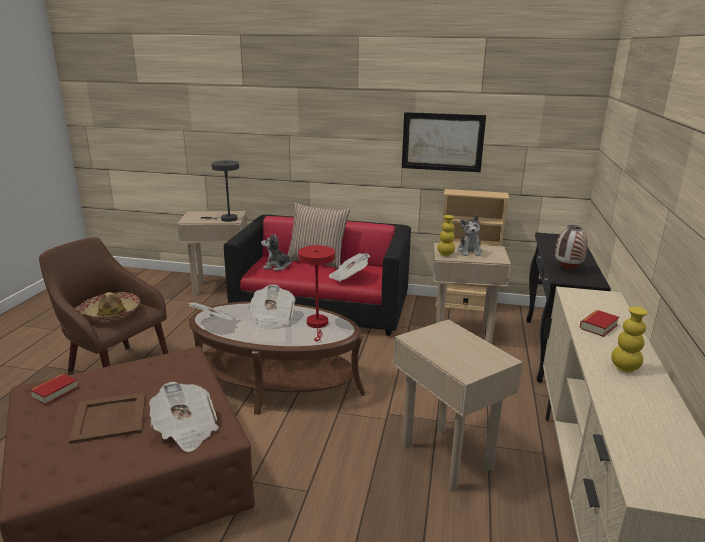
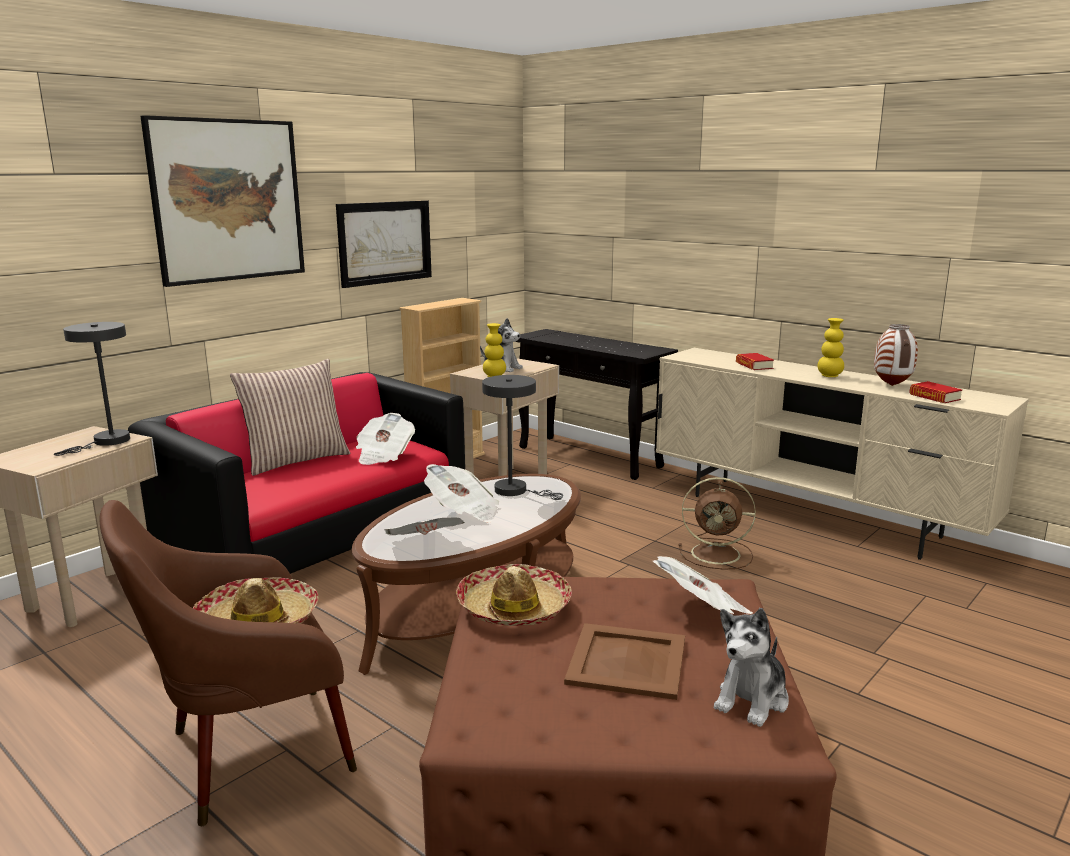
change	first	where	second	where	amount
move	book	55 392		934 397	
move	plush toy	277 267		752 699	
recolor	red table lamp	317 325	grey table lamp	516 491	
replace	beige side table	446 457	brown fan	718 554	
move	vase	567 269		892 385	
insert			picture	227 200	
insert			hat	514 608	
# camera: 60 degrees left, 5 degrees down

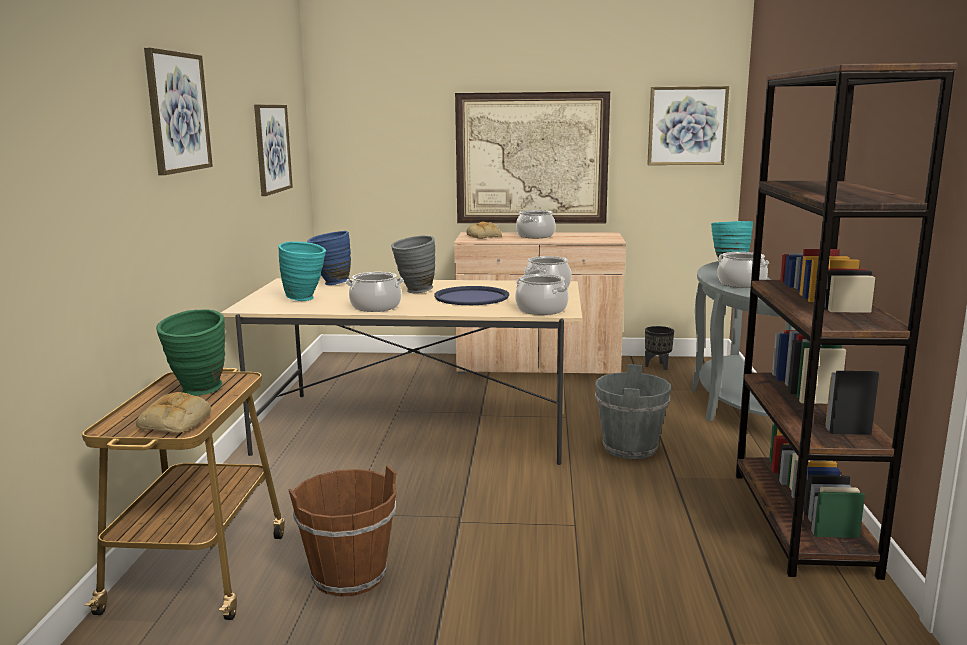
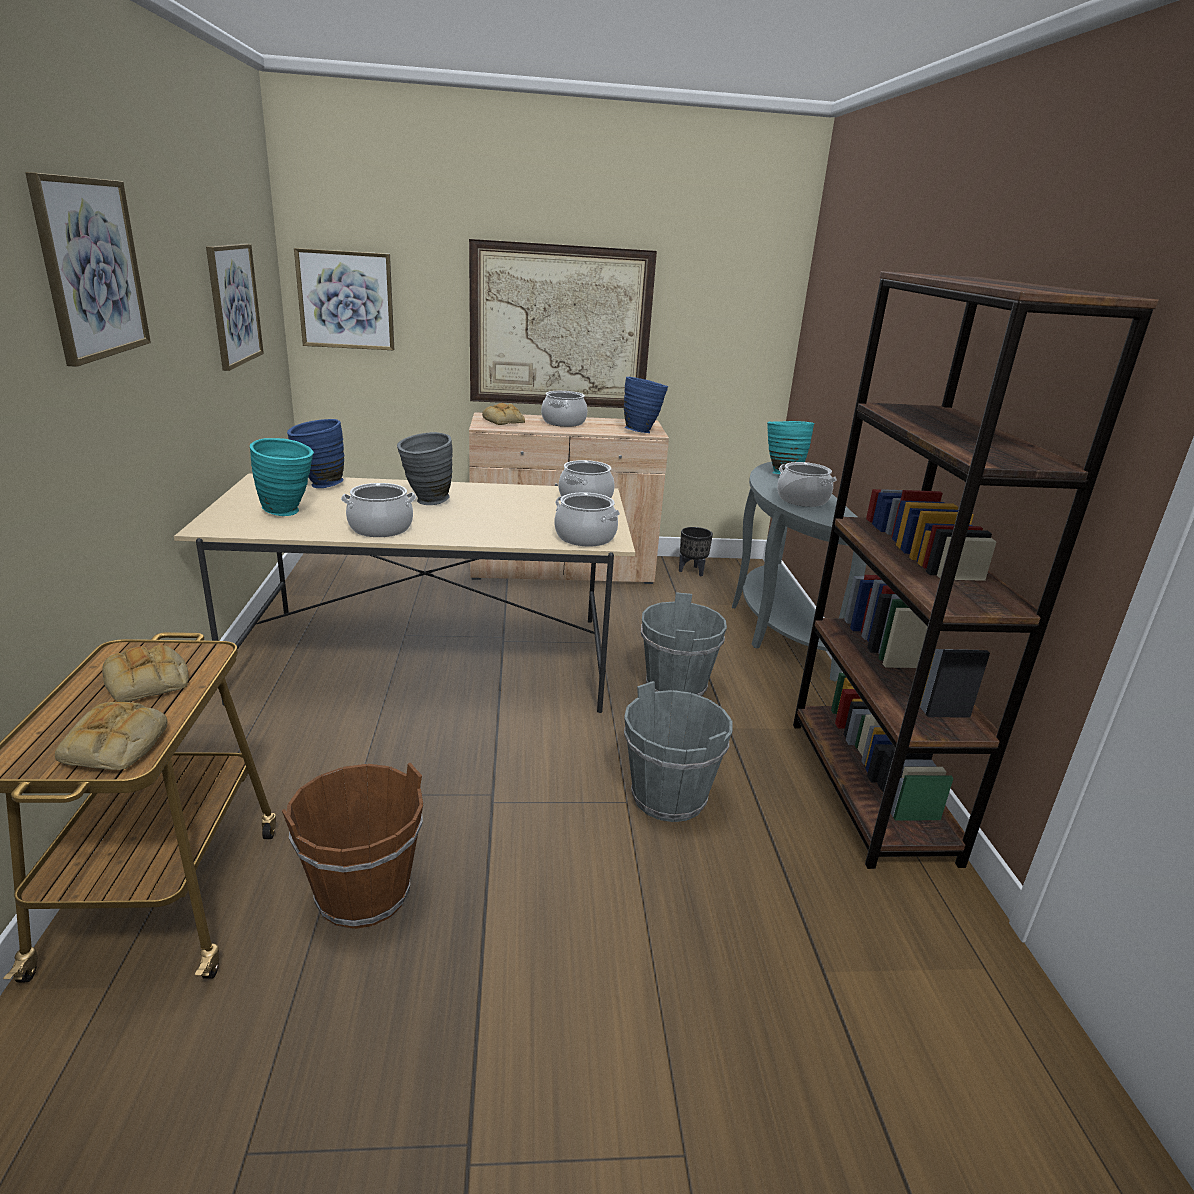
change	first	where	second	where	amount
replace	green vase	198 392	bread	148 682	
delete	blue tray	471 297			
move	picture	687 126		346 300	
insert			blue vase	642 431	
insert			grey bucket	668 798	
# camera: 10 degrees left, 10 degrees up

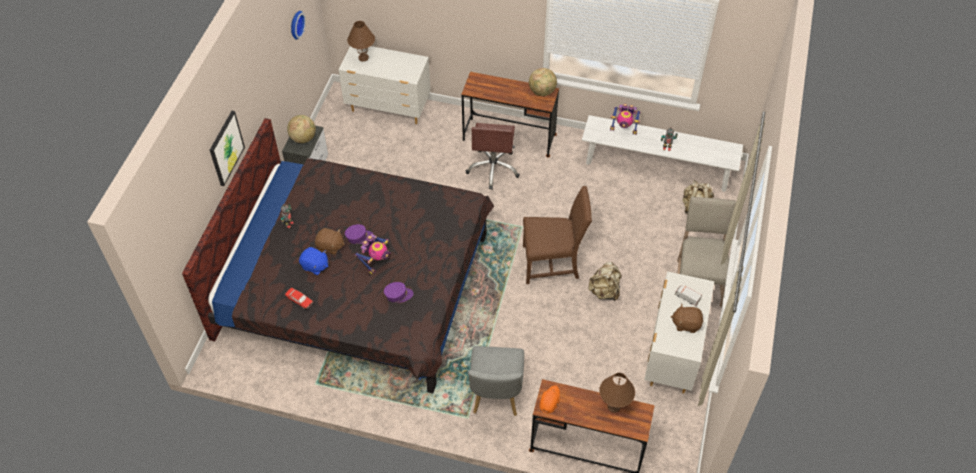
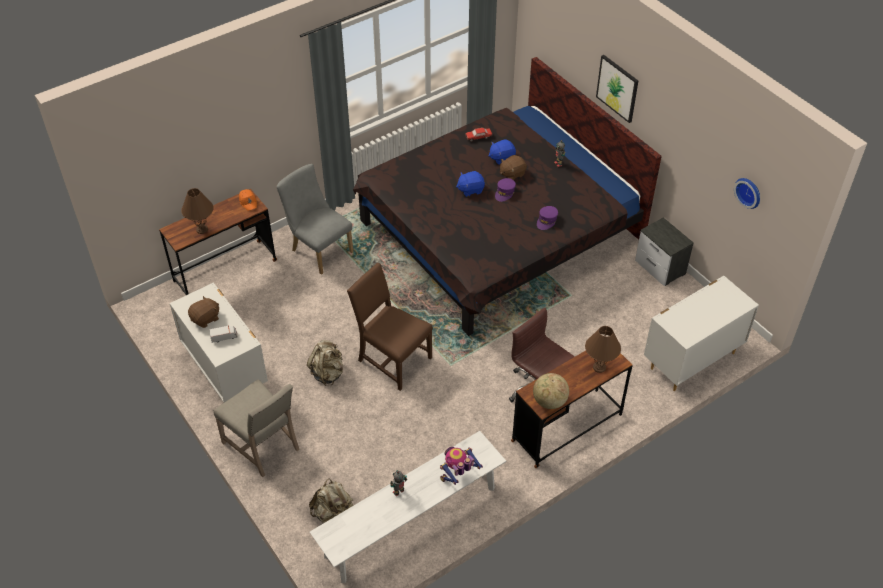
change	first	where	second	where	amount
delete	globe	303 138			
move	brown table lamp	363 57		599 367	
replace	toy robot	376 261	blue plush toy	470 189	
move	purple cap	398 295		546 221	
rotate	brown chair	552 263		392 359	90 degrees clockwise
# camera: 130 degrees right, 5 degrees down

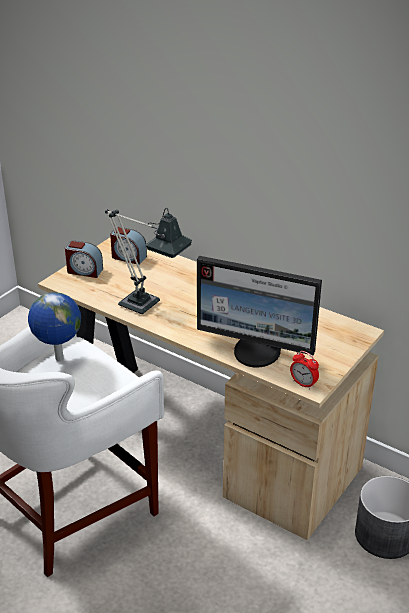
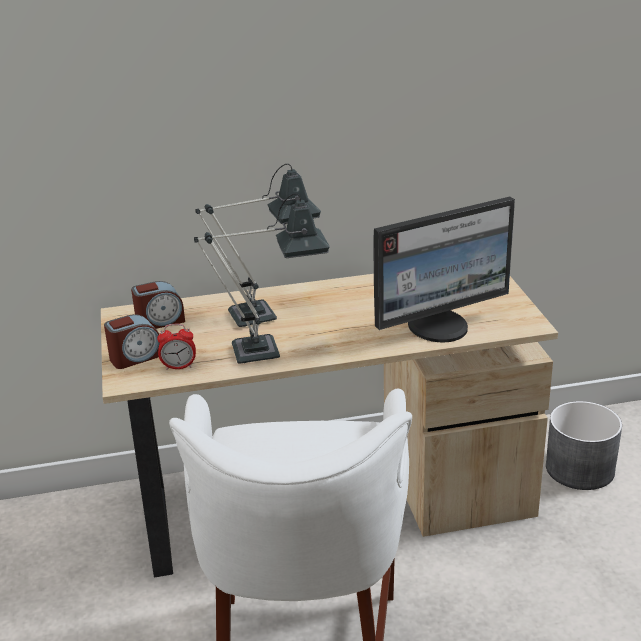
change	first	where	second	where	amount
delete	globe	58 359			
move	alarm clock	303 384		179 367	
insert			table lamp	264 314	
# camera: 45 degrees left, 5 degrees down

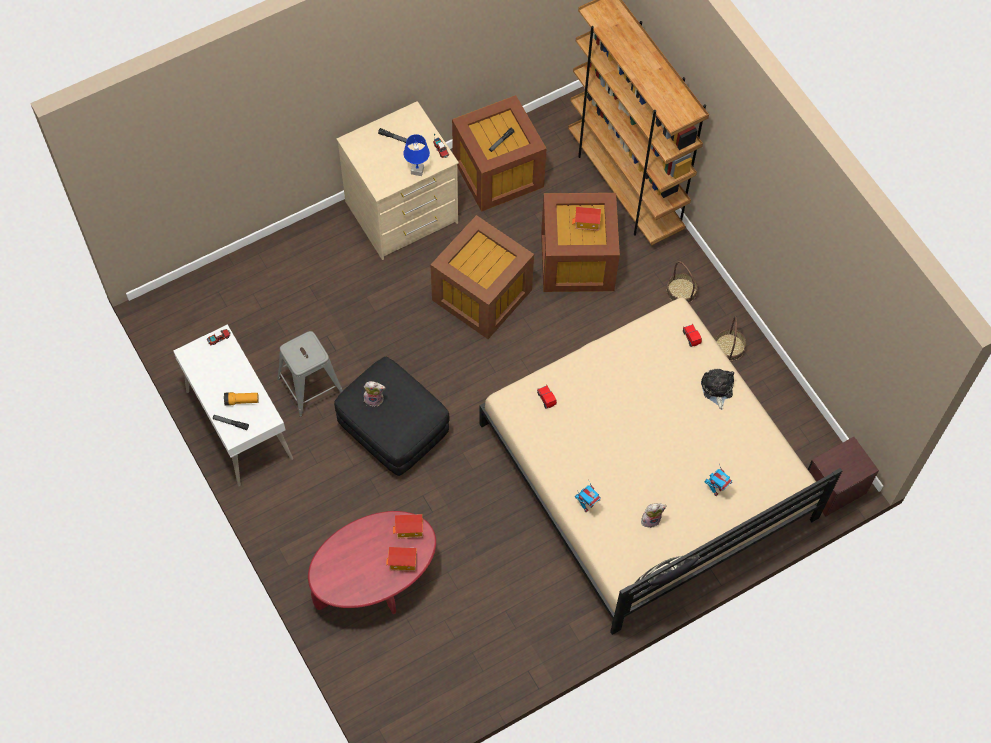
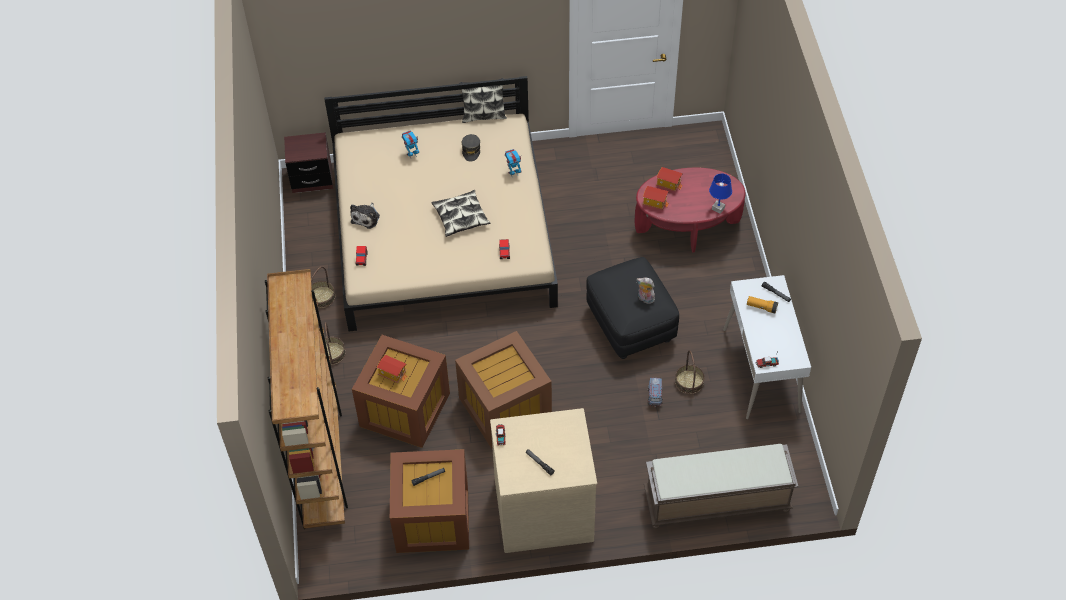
change	first	where	second	where	amount
replace	grey stool	310 386	basket	689 382	
move	blue table lamp	417 171		718 208	
replace	plush toy	651 519	grey cap	471 150	
insert			pillow	461 217	
insert			brown bench	716 502	
insert			toy truck	654 396	
# camera: 155 degrees left, 10 degrees down

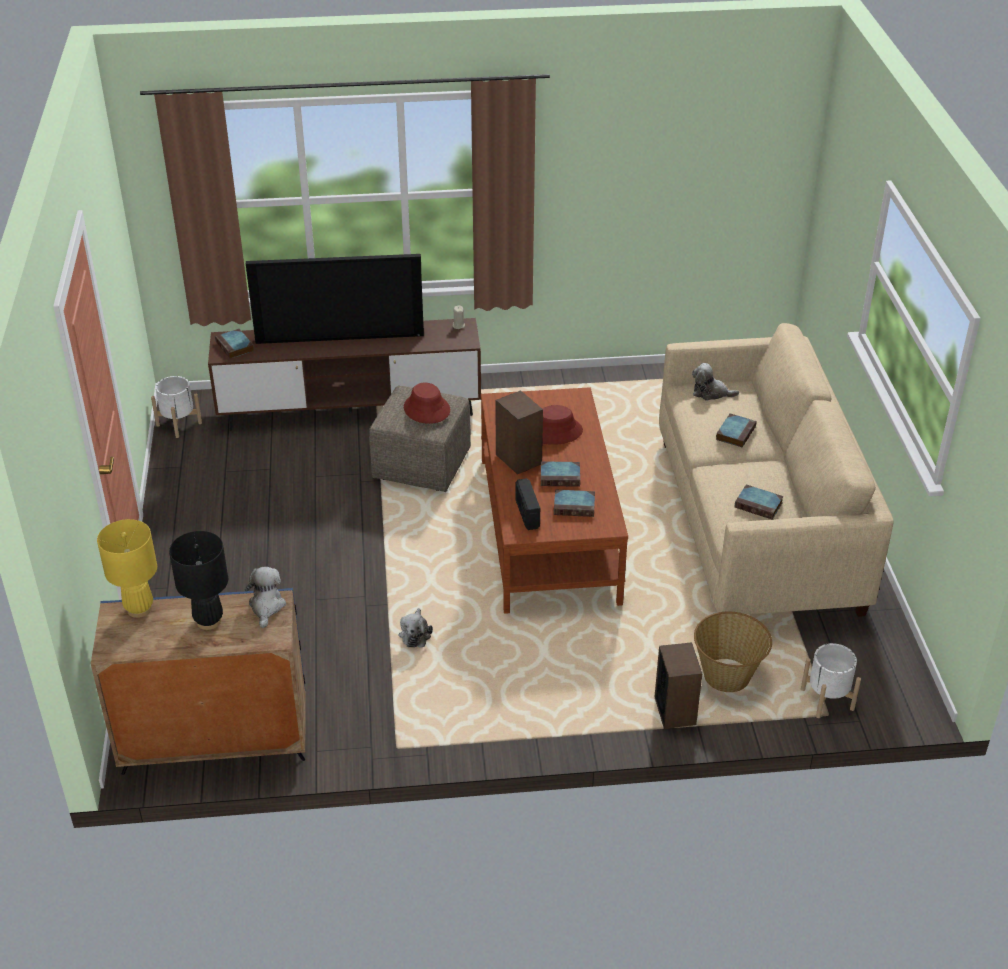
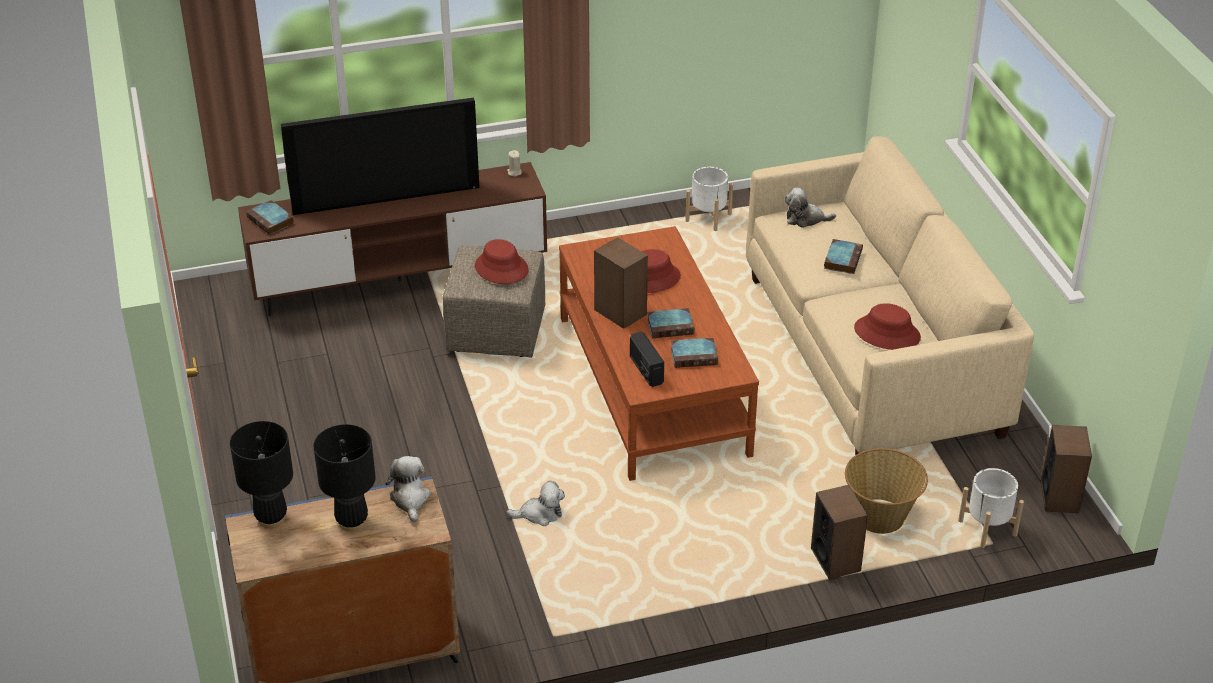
change	first	where	second	where	amount
recolor	yellow table lamp	139 609	black table lamp	271 518	
move	white planter	178 424		708 218	
rotate	plush toy	415 634		540 514	90 degrees counterclockwise
replace	book	759 505	red hat	887 333	
insert			speaker	1060 497	
# camera: 10 degrees left, 0 degrees up

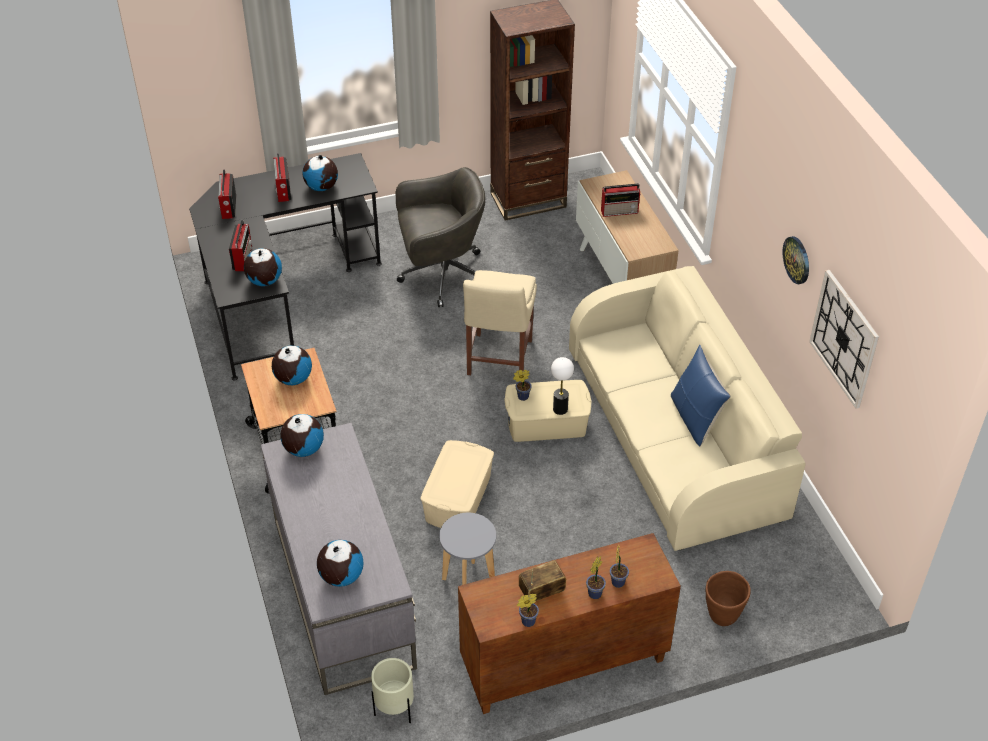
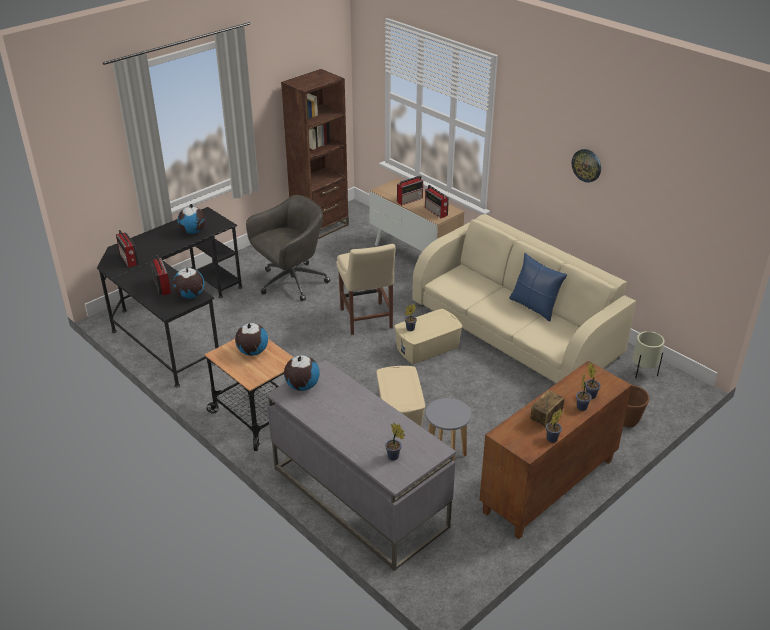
change	first	where	second	where	amount
move	radio	283 190		436 212	
replace	globe	341 576	potted plant	394 457	
move	beige planter	395 710		643 373	
delete	table lamp	560 409			
delete	wall clock	844 338			
# camera: 25 degrees left, 10 degrees down

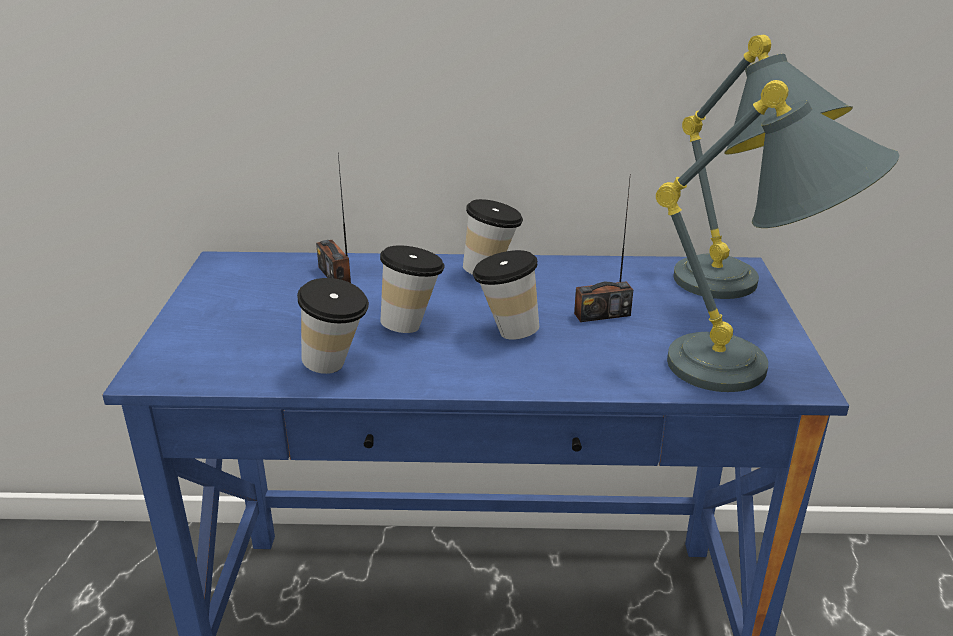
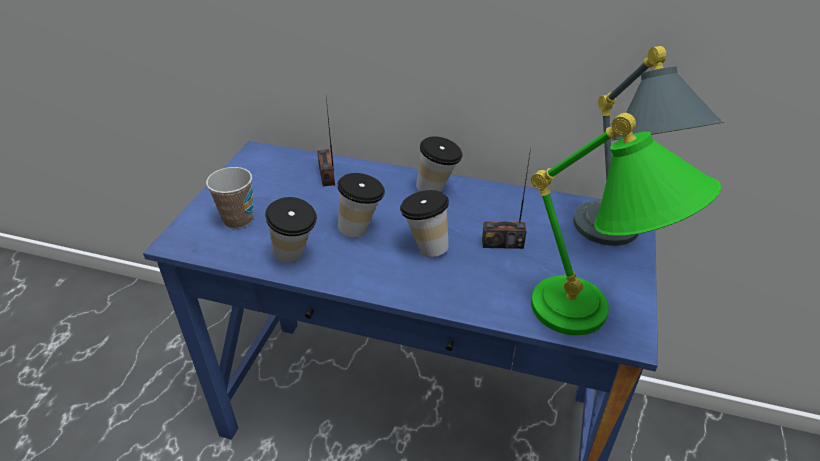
change	first	where	second	where	amount
recolor	grey table lamp	754 374	green table lamp	594 321	
insert			cup	238 220	
# camera: 15 degrees right, 10 degrees up

